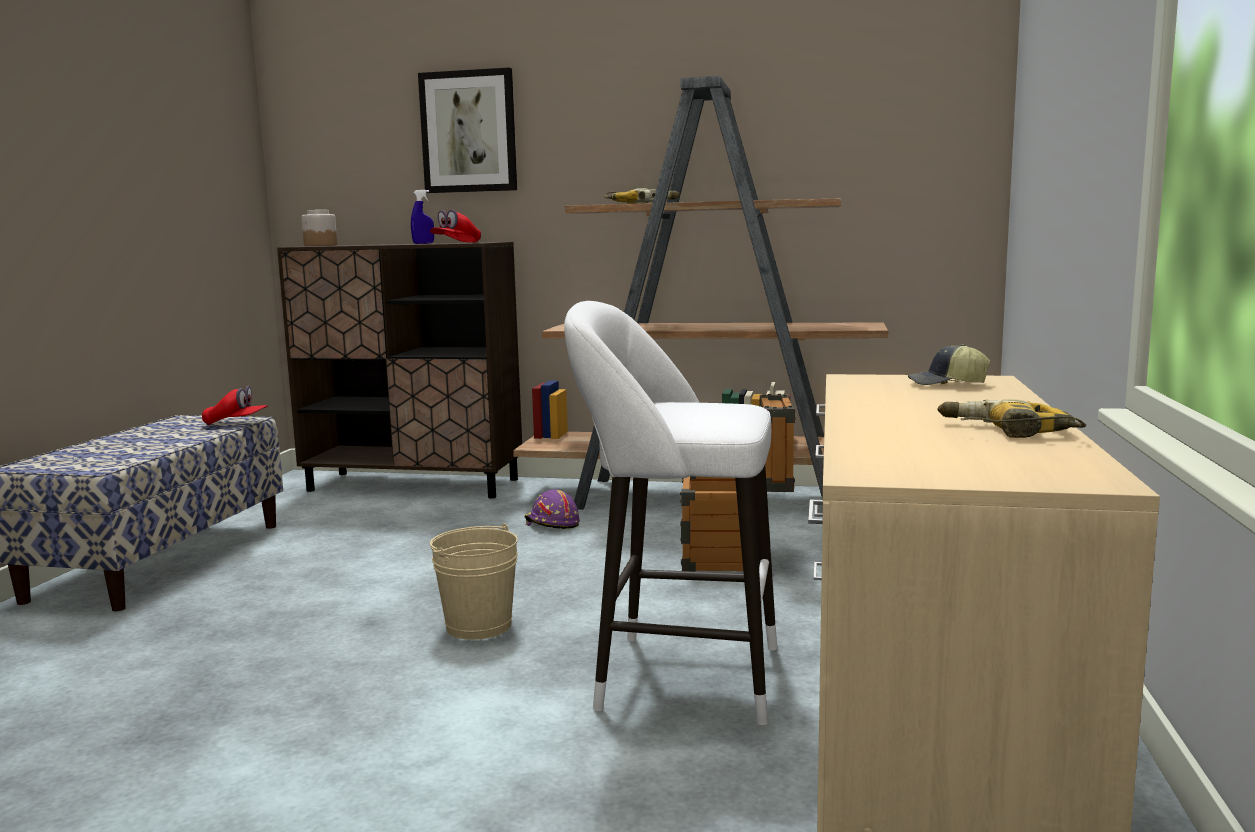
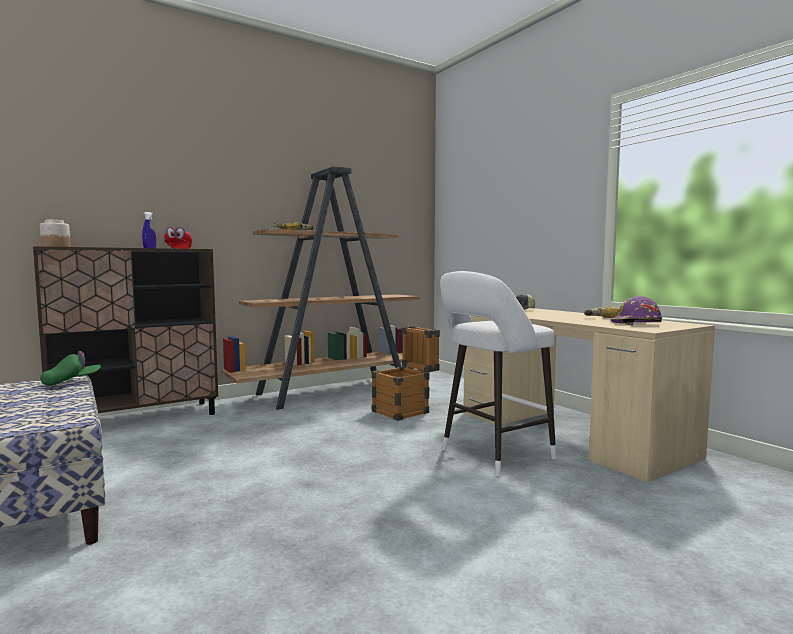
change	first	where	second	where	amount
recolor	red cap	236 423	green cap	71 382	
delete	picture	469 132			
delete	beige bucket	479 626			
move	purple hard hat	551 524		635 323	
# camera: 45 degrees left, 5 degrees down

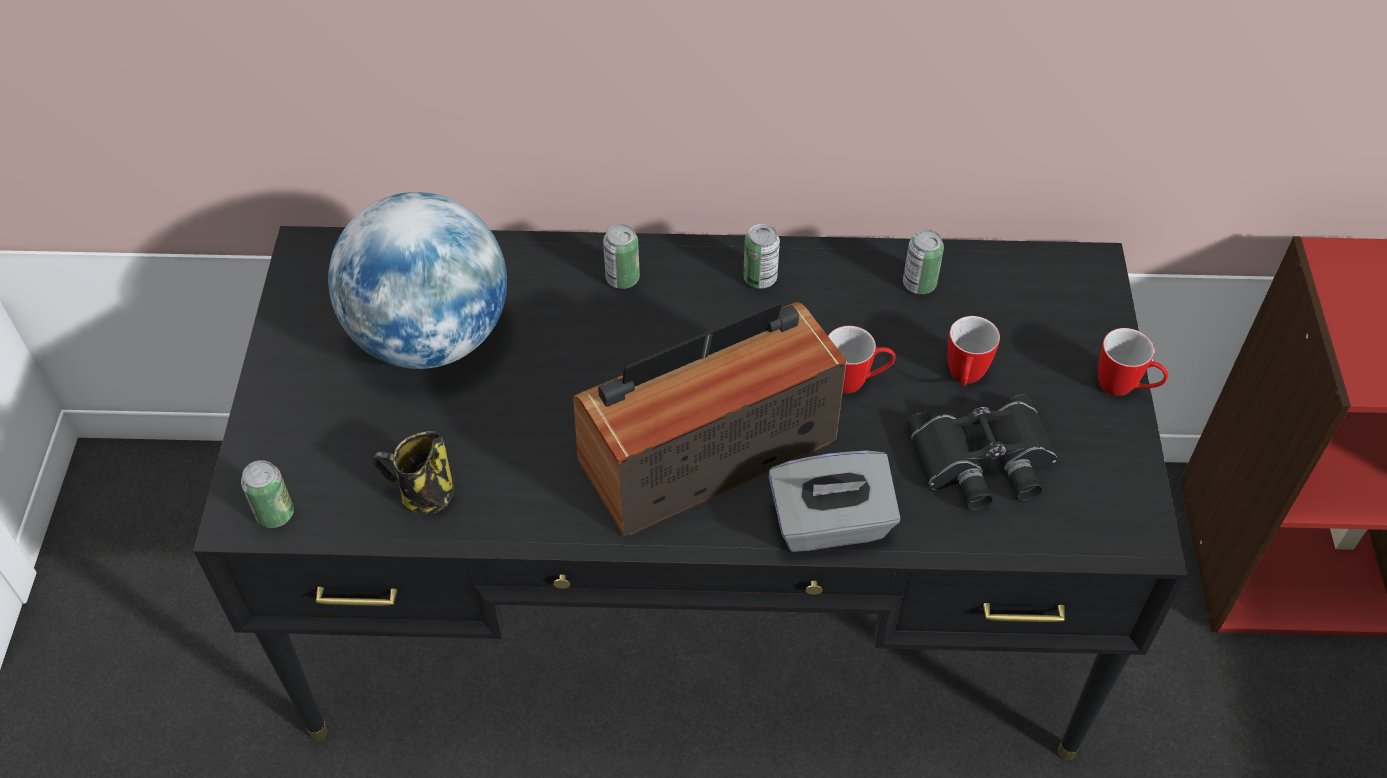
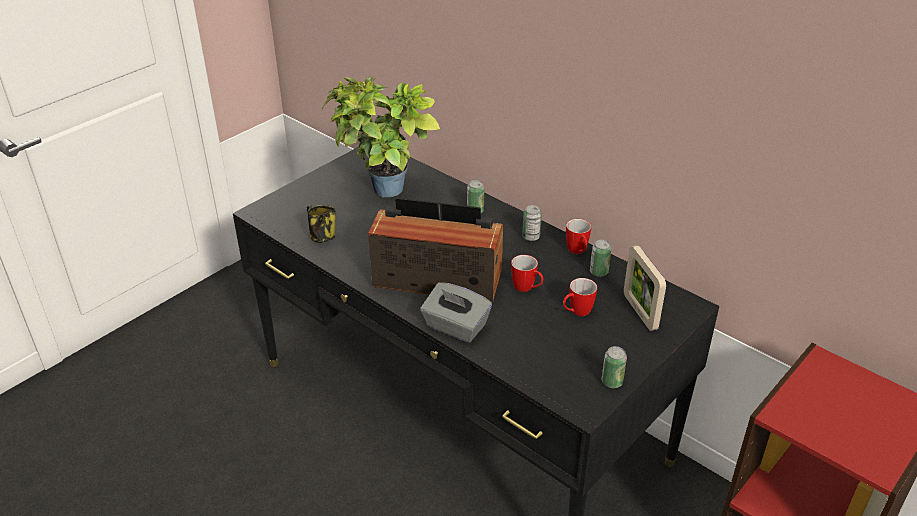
change	first	where	second	where	amount
move	can	275 514		612 382	
replace	globe	431 337	potted plant	382 194	
delete	black binoculars	983 462			
move	mug	1124 388		578 252	
insert			picture frame	639 312	
# camera: 40 degrees right, 15 degrees down

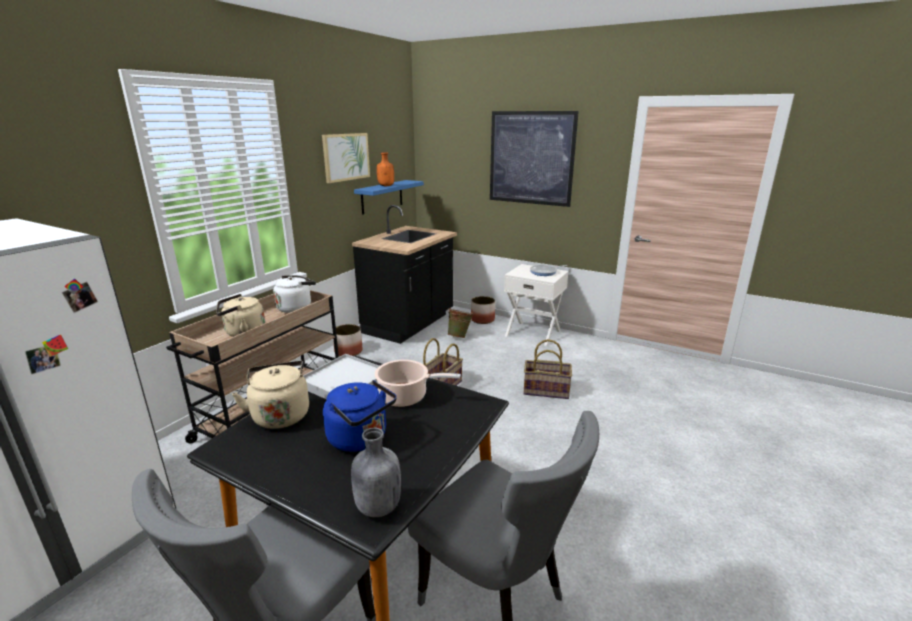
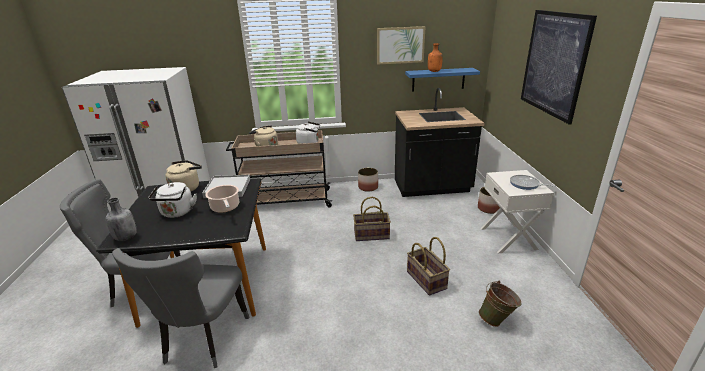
change	first	where	second	where	amount
recolor	blue kettle	361 439	white kettle	177 213	
move	green bucket	460 336		497 320	
# camera: 55 degrees right, 5 degrees up

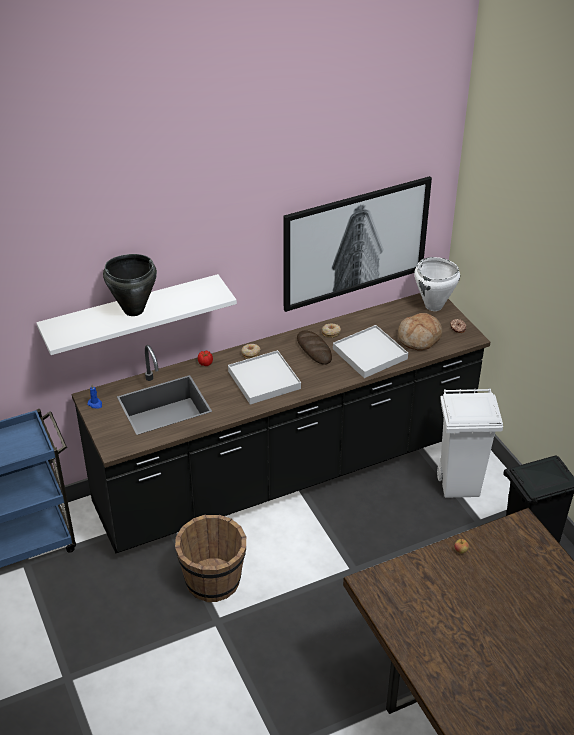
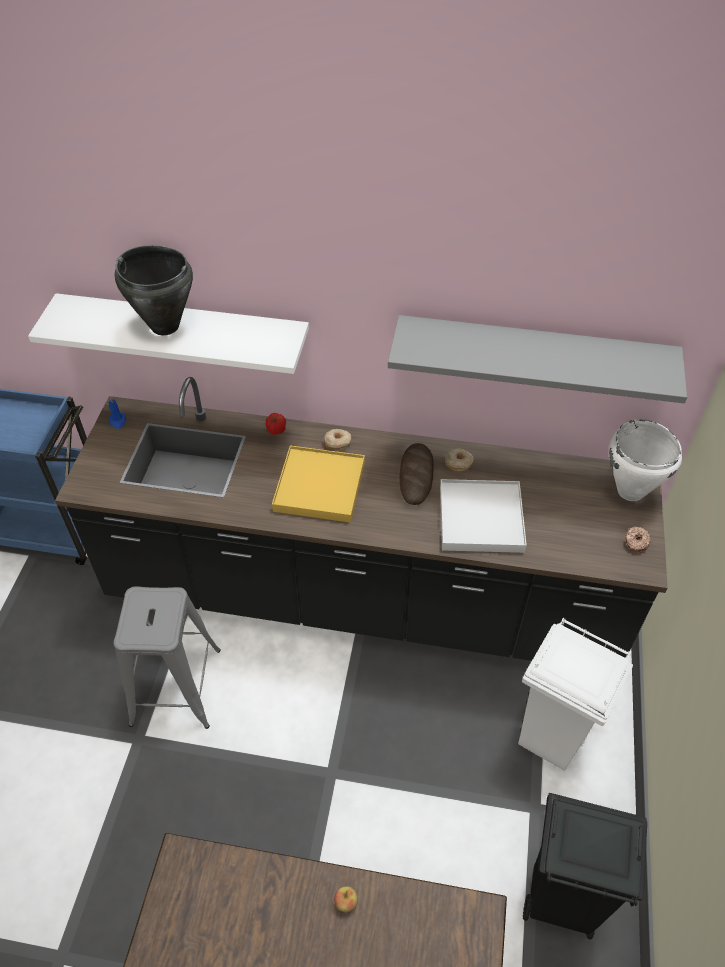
change	first	where	second	where	amount
replace	brown bucket	213 581	grey stool	176 686	
recolor	white tray	264 380	yellow tray	319 487	
replace	picture	355 242	grey shelf	533 354	
delete	bread	419 338			
# camera: 35 degrees right, 10 degrees up

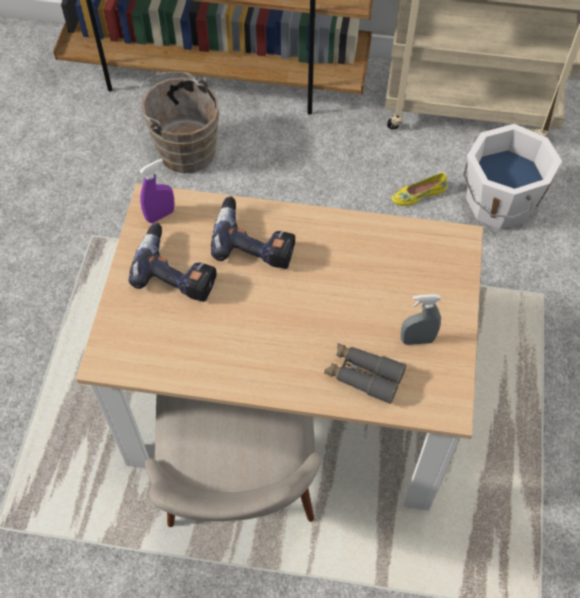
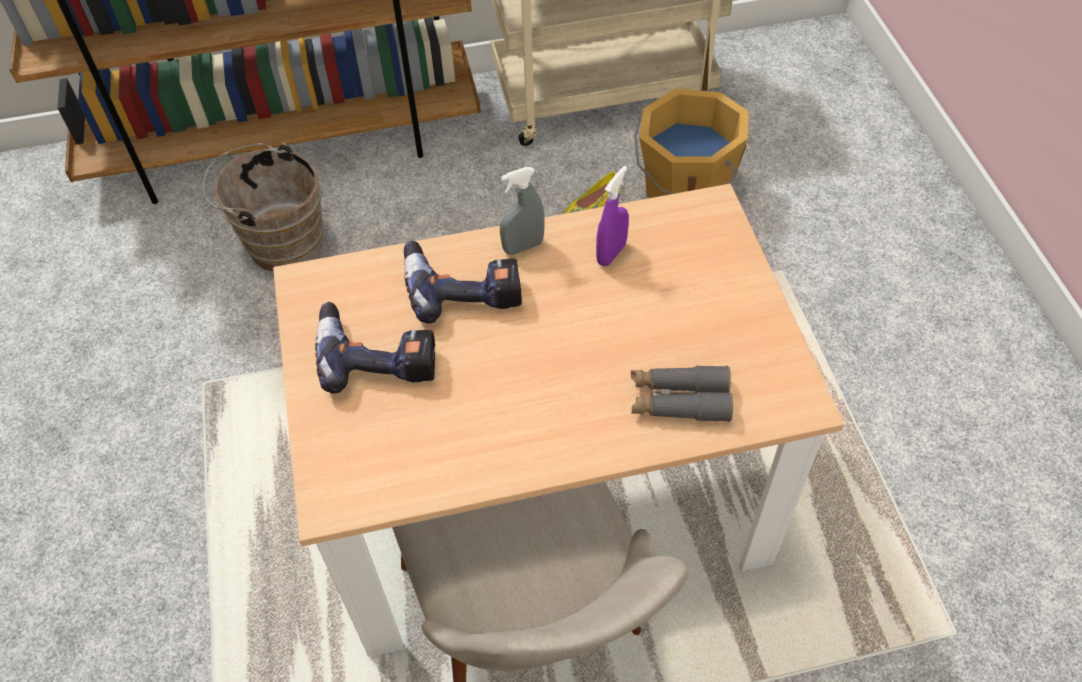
change	first	where	second	where	amount
move	purple spray bottle	160 215		611 253	
move	grey spray bottle	417 340		523 247	
recolor	white bucket	498 203	orange bucket	684 189	
# camera: 20 degrees left, 5 degrees down

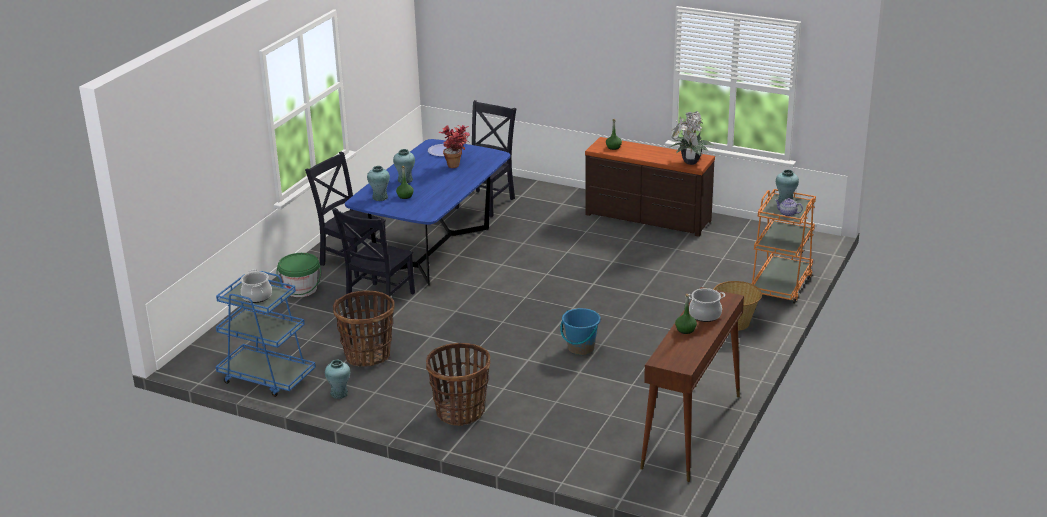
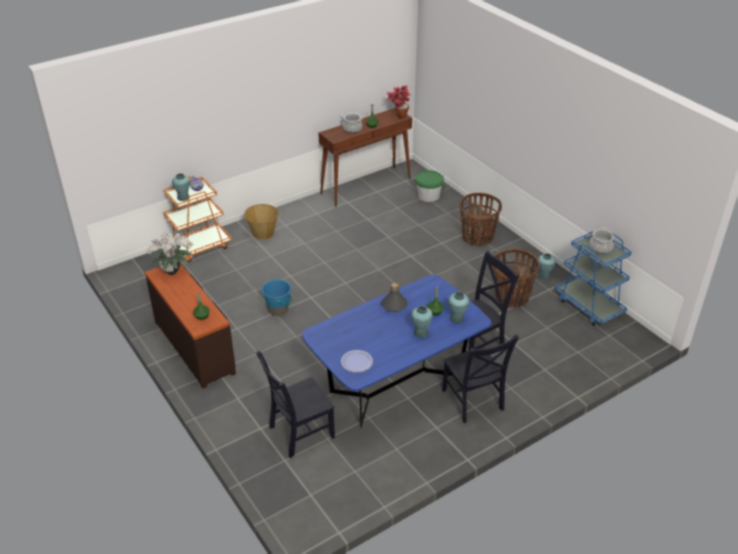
change	first	where	second	where	amount
move	green bucket	301 289		428 196	
move	potted plant	457 165		398 117	
move	blue bucket	581 348		278 309	
insert			grey bottle	394 305	
# camera: 150 degrees left, 10 degrees up

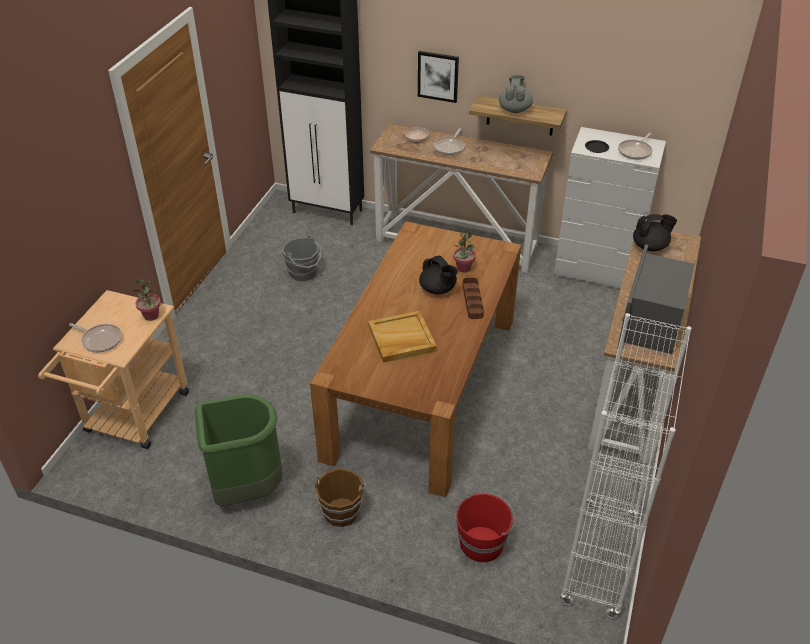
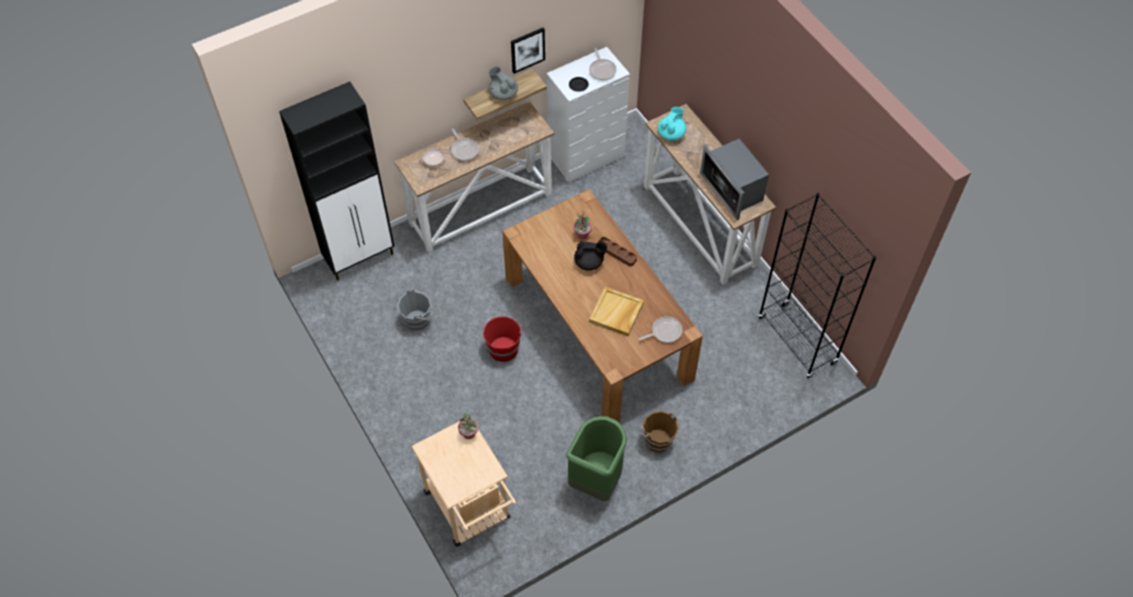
change	first	where	second	where	amount
move	frying pan	100 340		664 332	
move	picture	438 76		527 49	
move	red bucket	482 543		503 348	
recolor	white bookcase	599 559	black bookcase	797 340	
recolor	black teapot	650 246	turquoise teapot	671 134	
# camera: 50 degrees left, 15 degrees up

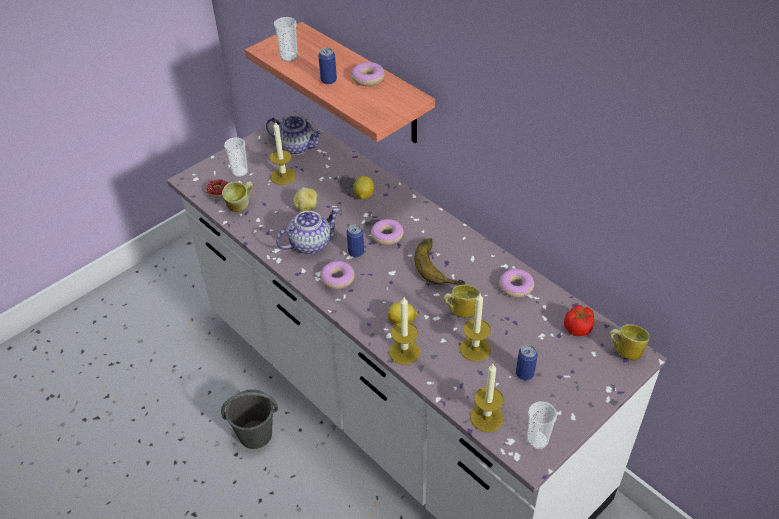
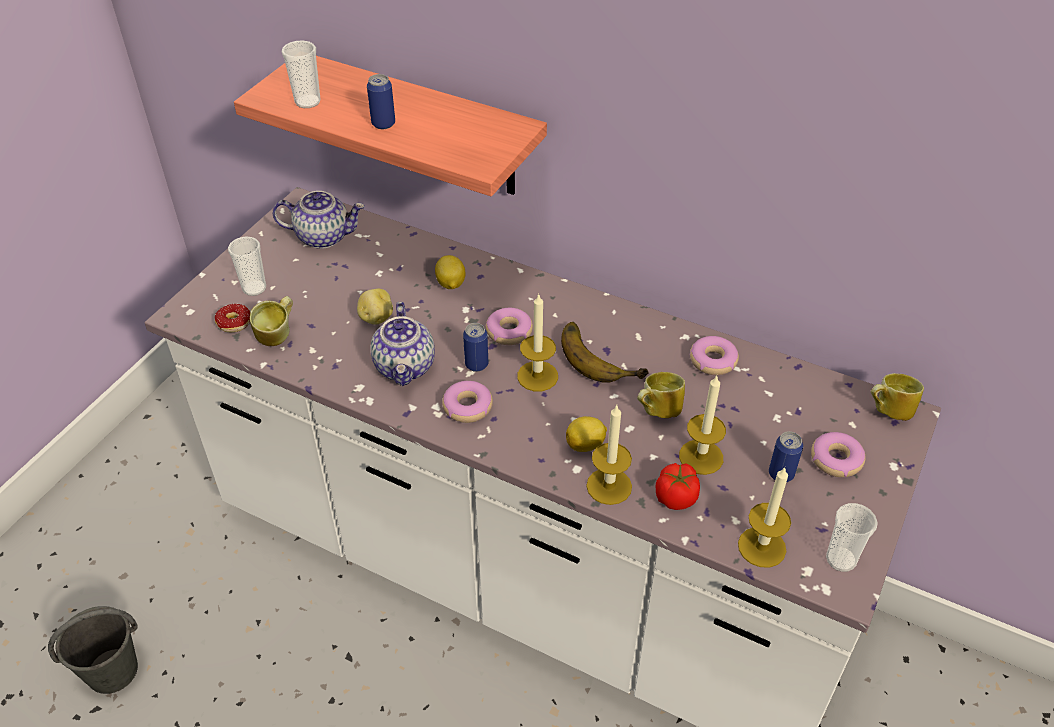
change	first	where	second	where	amount
move	grey bucket	256 434		113 670	
move	candle	283 176		537 376	
rotate	teapot	310 243		405 367	135 degrees clockwise
move	donut	368 78		836 459	
move	tomato	578 328		676 497	
# camera: 20 degrees left, 0 degrees up

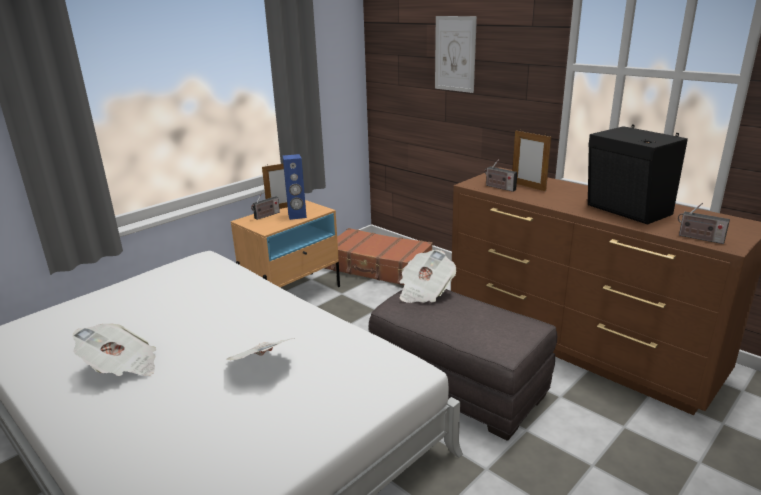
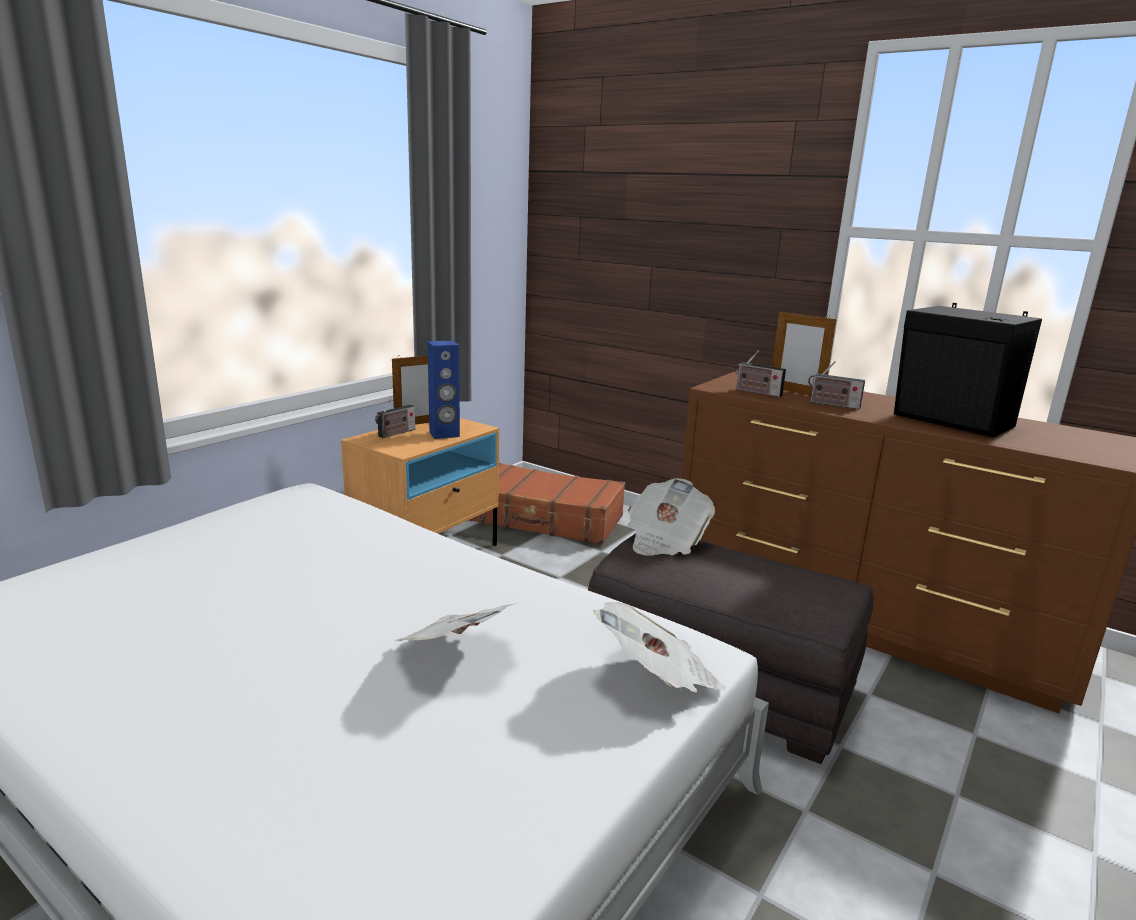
change	first	where	second	where	amount
move	newspaper	122 367		657 678	
delete	picture	455 54			
move	radio	698 238		832 404	
# camera: 10 degrees left, 5 degrees down

